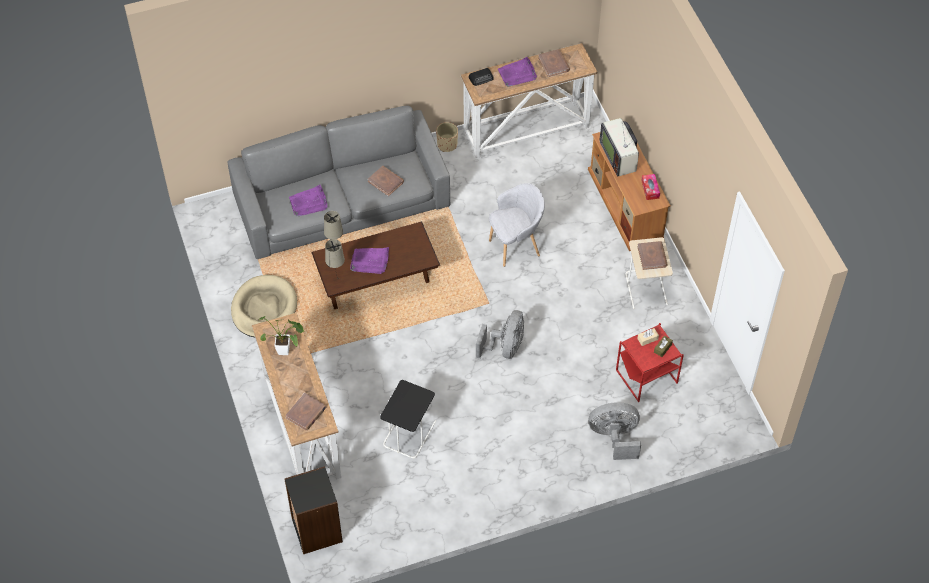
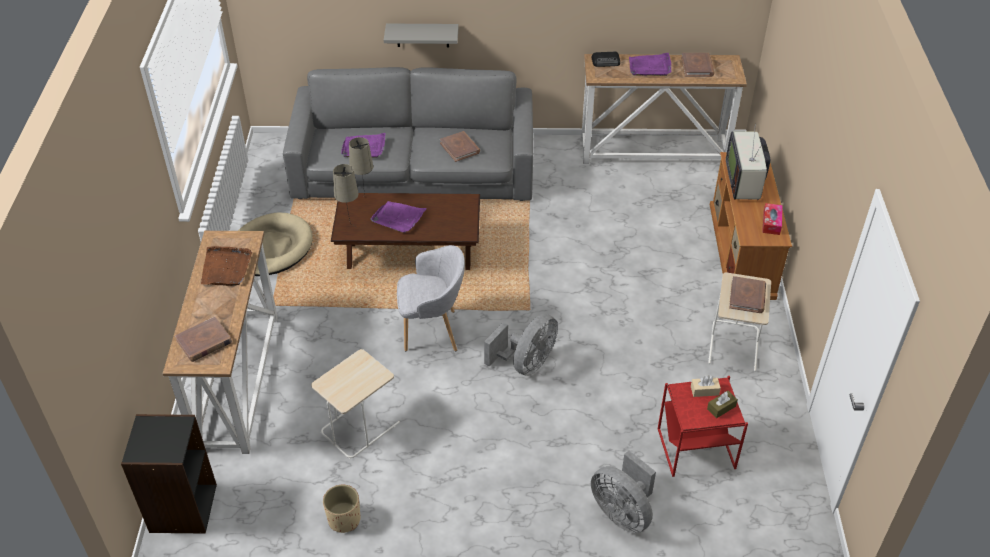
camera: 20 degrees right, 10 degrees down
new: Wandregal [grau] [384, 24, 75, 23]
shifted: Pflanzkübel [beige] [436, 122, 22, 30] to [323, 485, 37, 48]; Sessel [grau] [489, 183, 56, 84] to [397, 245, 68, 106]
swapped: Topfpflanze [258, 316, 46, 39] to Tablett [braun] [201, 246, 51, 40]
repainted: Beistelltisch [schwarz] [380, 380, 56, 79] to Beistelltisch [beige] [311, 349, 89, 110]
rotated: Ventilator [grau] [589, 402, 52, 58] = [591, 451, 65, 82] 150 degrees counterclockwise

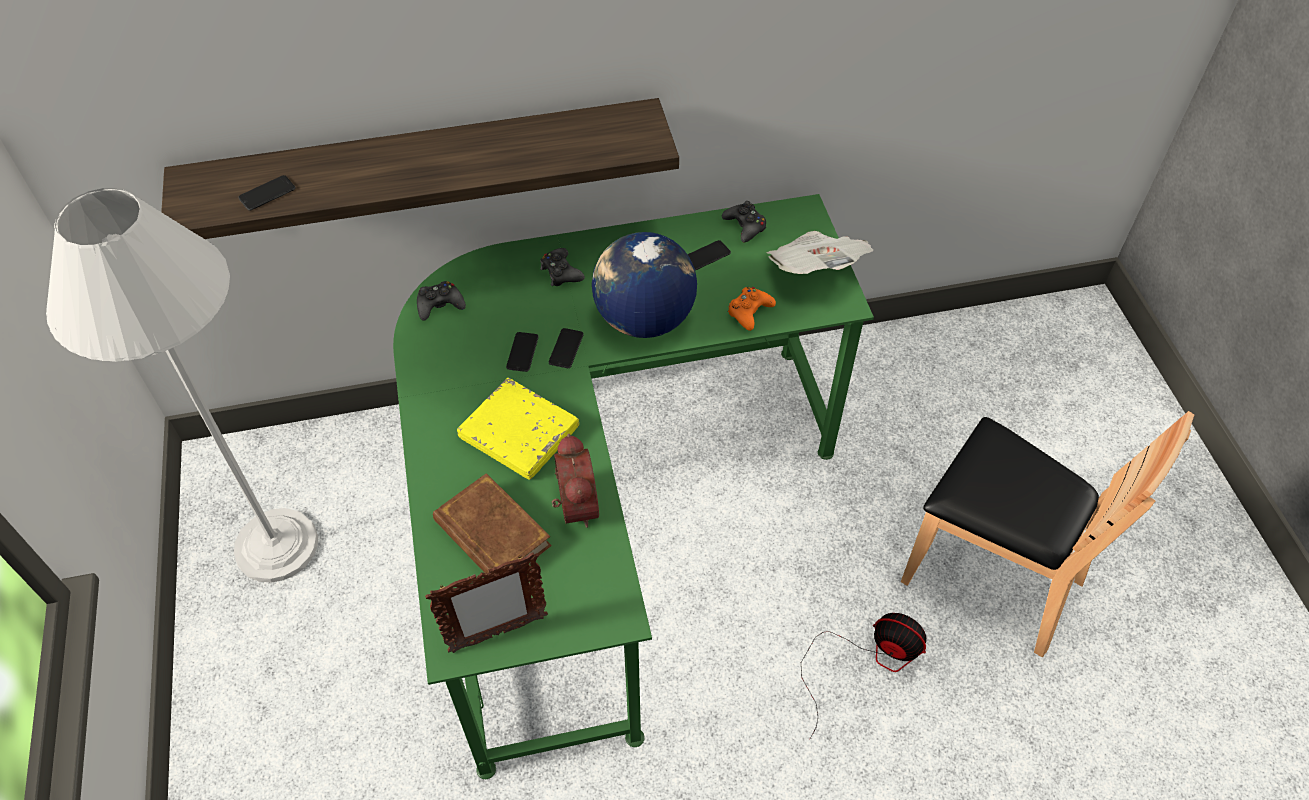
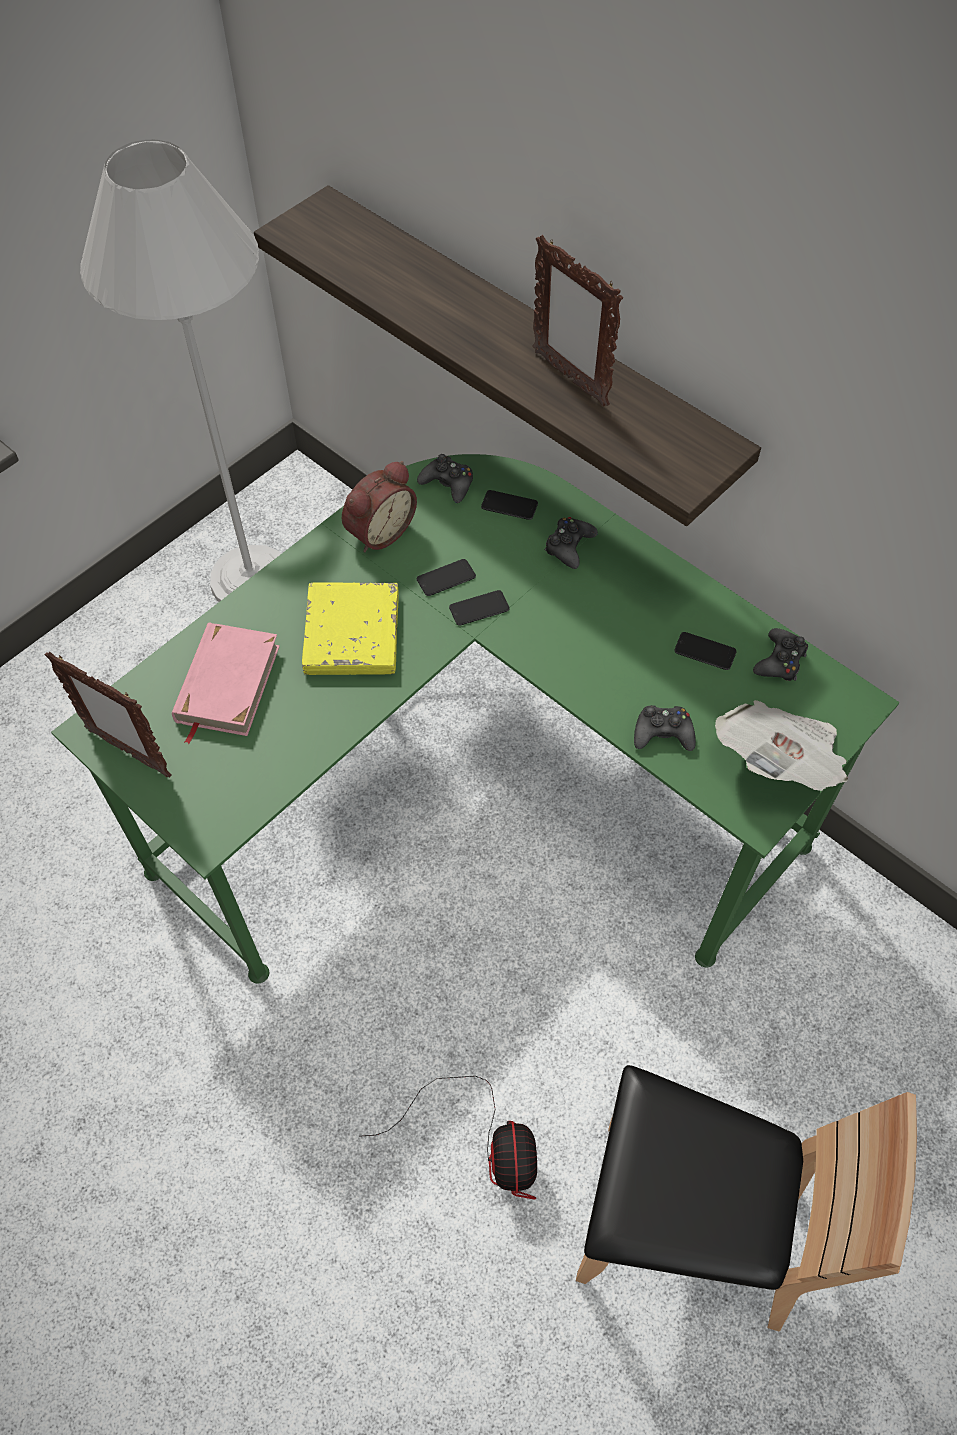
camera: 55 degrees right, 5 degrees up
gone: Globus [592, 232, 105, 106]
new: Bilderrahmen [533, 235, 90, 171]
shifted: Handy [238, 175, 57, 35] to [481, 490, 57, 30]; Wecker [552, 434, 47, 94] to [342, 461, 75, 91]
repainted: Gamepad [orange] [728, 287, 48, 44] to Gamepad [schwarz] [634, 705, 62, 46]; Buch [braun] [433, 473, 119, 101] to Buch [rosa] [172, 623, 108, 121]
rotated: Stuhl [braun] [901, 411, 293, 246] = [576, 1065, 341, 267] 75 degrees counterclockwise

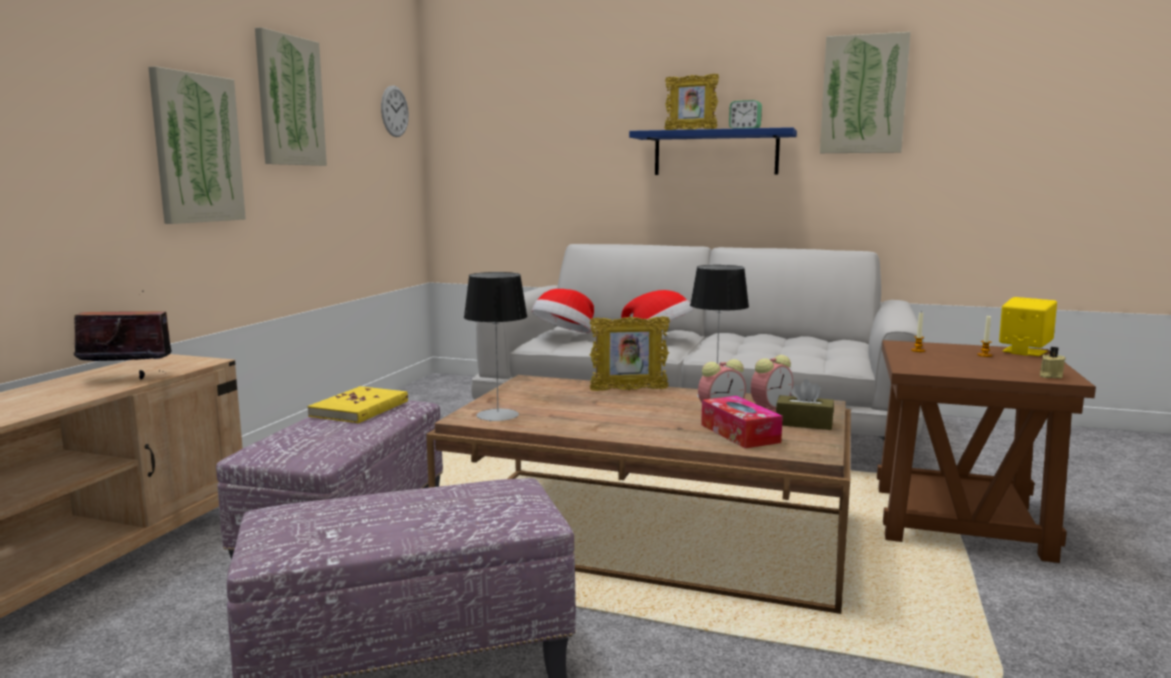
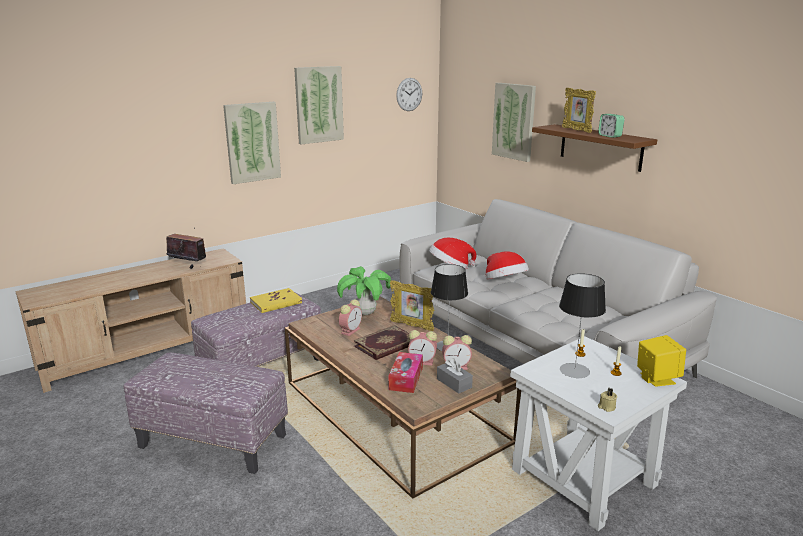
camera: 35 degrees right, 10 degrees up
new: Topfpflanze [337, 266, 54, 49]; Wecker [339, 299, 23, 37]; Buch [354, 325, 57, 35]
shifted: Bild [820, 32, 91, 121] to [492, 83, 44, 79]; Tischlampe [464, 272, 64, 149] to [559, 273, 47, 105]
repainted: Wandregal [blau] [629, 127, 168, 48] to Wandregal [braun] [532, 124, 125, 48]; Beistelltisch [braun] [877, 340, 219, 223] to Beistelltisch [weiß] [510, 336, 177, 195]; Taschentuchbox [braun] [776, 379, 58, 51] to Taschentuchbox [grau] [437, 358, 36, 35]

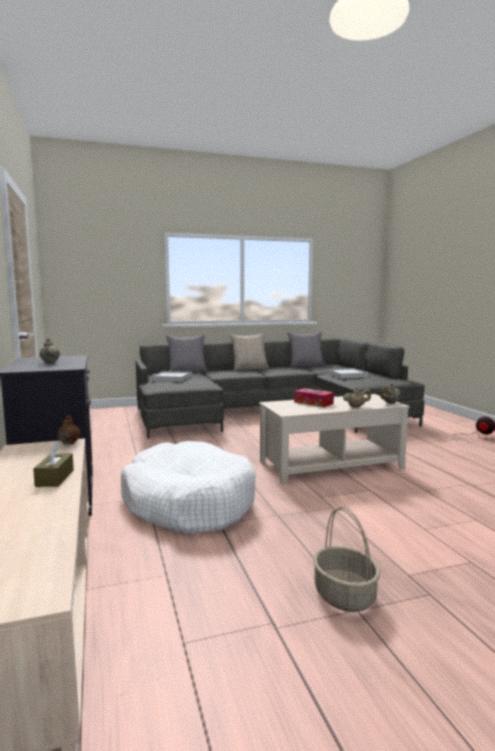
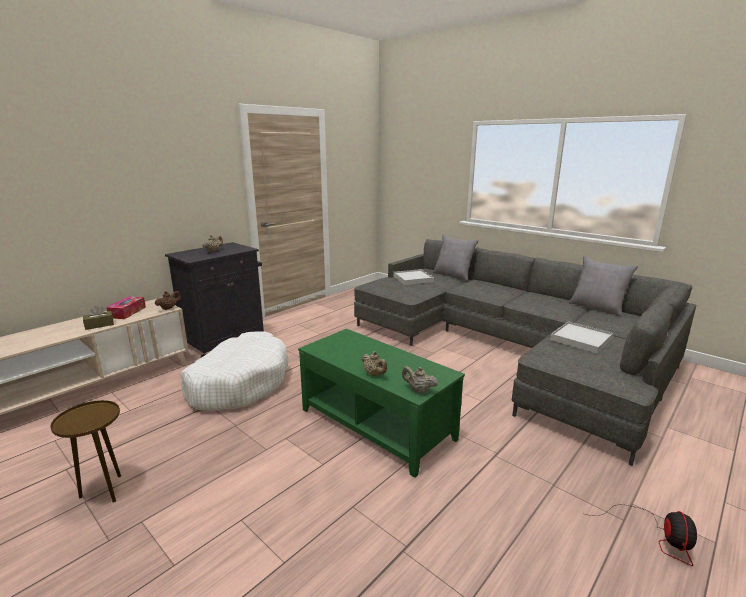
camera: 60 degrees right, 10 degrees up
gone: Kissen [beige] [230, 333, 39, 38]
shifted: Taschentuchbox [294, 388, 40, 19] to [106, 296, 40, 23]
swapped: Korb [313, 507, 67, 105] to Beistelltisch [braun] [51, 400, 70, 103]
repainted: Couchtisch [beige] [259, 394, 150, 90] to Couchtisch [grün] [298, 329, 167, 149]

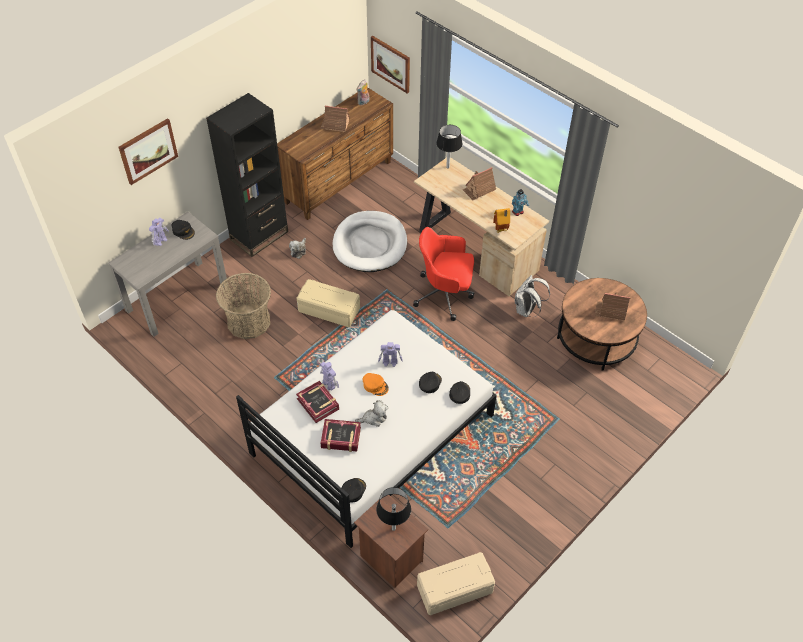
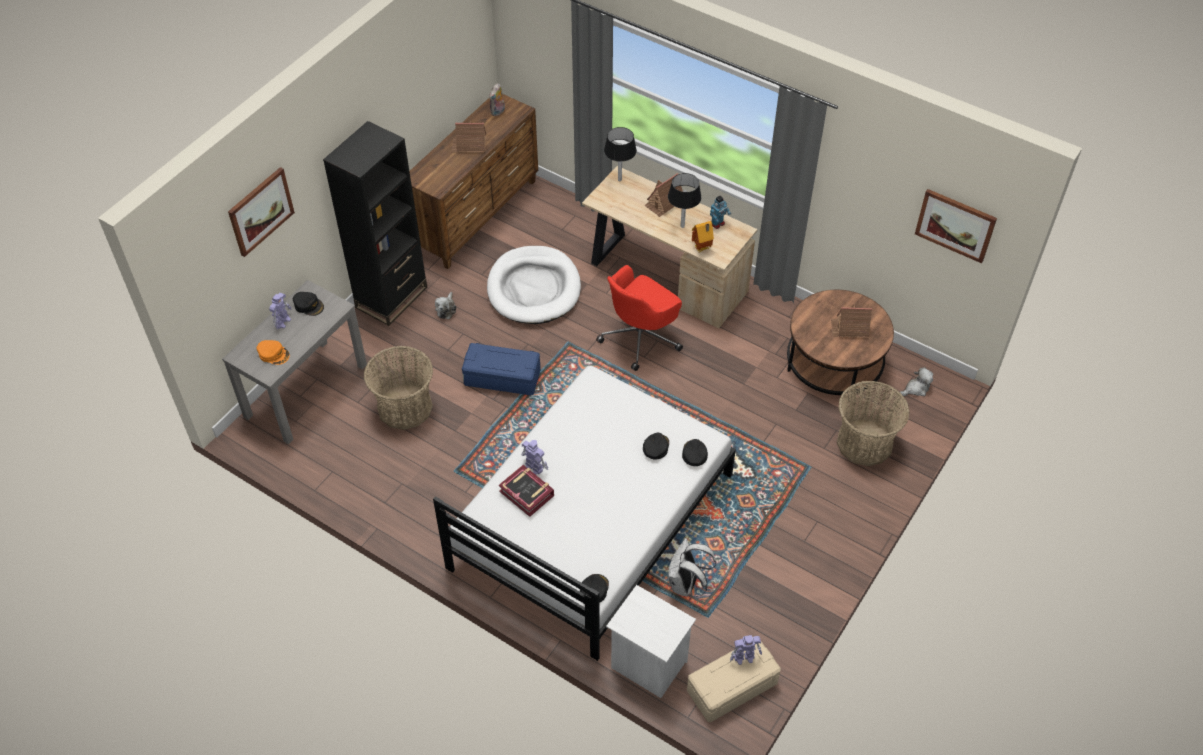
camera: 10 degrees left, 0 degrees up
gone: Buch [321, 419, 40, 33]
new: Korb [837, 381, 73, 85]
shifted: Bild [371, 36, 39, 58] to [915, 189, 82, 74]; Rucksack [weiß] [515, 275, 35, 42] to [668, 538, 48, 59]; Spielzeugroboter [378, 342, 25, 25] to [730, 635, 32, 30]; Kappe [orange] [363, 373, 26, 23] to [257, 340, 33, 25]; Plüschtier [355, 400, 33, 27] to [900, 367, 33, 29]; Tischlampe [schwarz] [376, 487, 35, 44] to [668, 173, 33, 55]
repainted: Aufbewahrungsbox [beige] [297, 279, 63, 48] to Aufbewahrungsbox [blau] [462, 343, 79, 53]; Nachttisch [braun] [354, 495, 74, 93] to Nachttisch [weiß] [606, 585, 90, 113]
rotated: Bürostuhl [rot] [413, 227, 61, 94] = [596, 265, 87, 106] 45 degrees counterclockwise

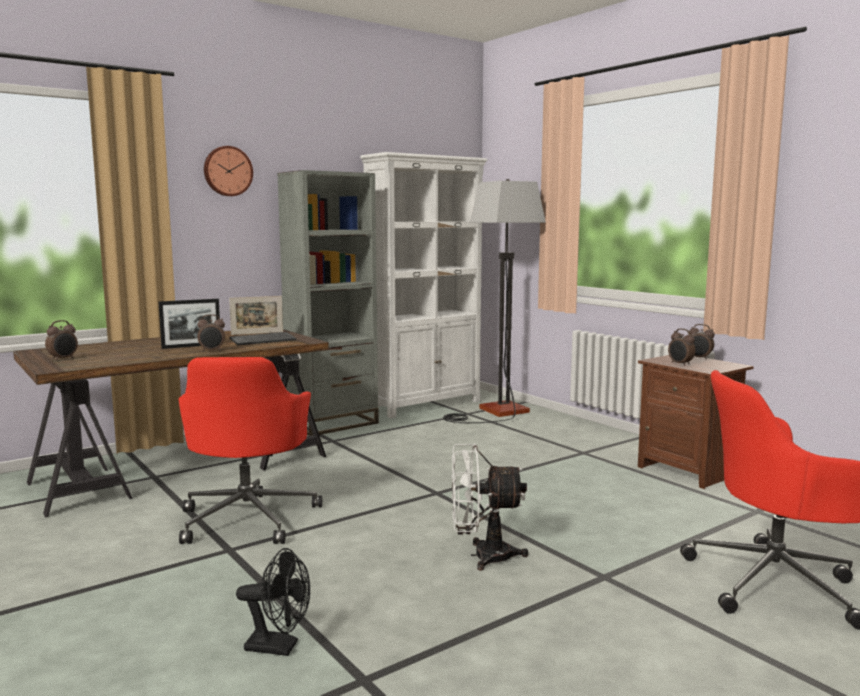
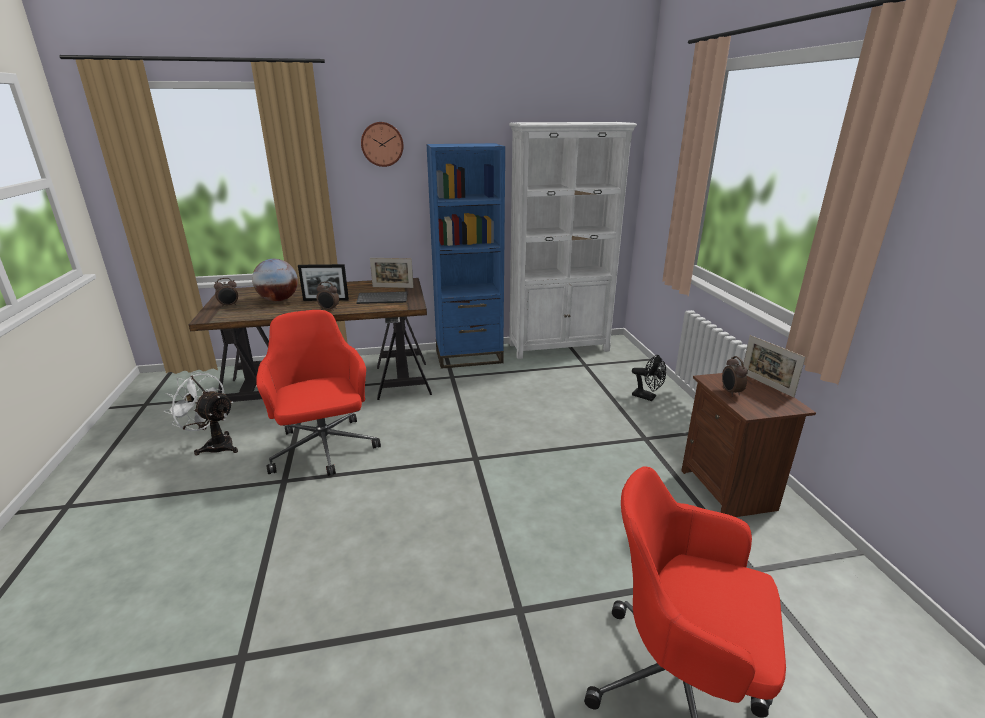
camera: 25 degrees right, 15 degrees up
gone: Stehlampe [443, 179, 103, 244]
new: Globus [252, 259, 46, 42]
shifted: Ventilator [weiß] [451, 443, 77, 128] to [164, 371, 74, 84]; Ventilator [schwarz] [236, 548, 74, 108] to [632, 355, 34, 46]
swapped: Wecker [689, 324, 26, 36] to Bilderrahmen [743, 335, 62, 63]
repainted: Bücherregal [grau] [277, 170, 102, 266] to Bücherregal [blau] [426, 143, 79, 226]
rotated: Bürostuhl [rot] [179, 357, 143, 187] = [256, 310, 125, 166] 135 degrees clockwise

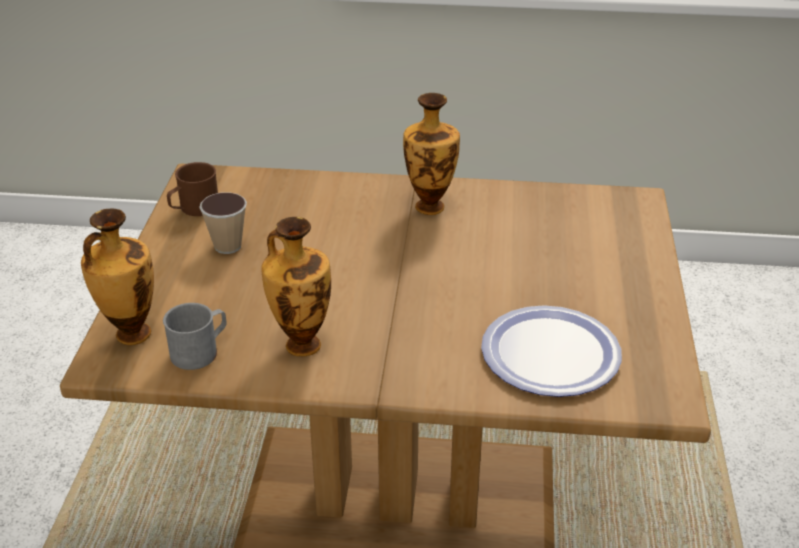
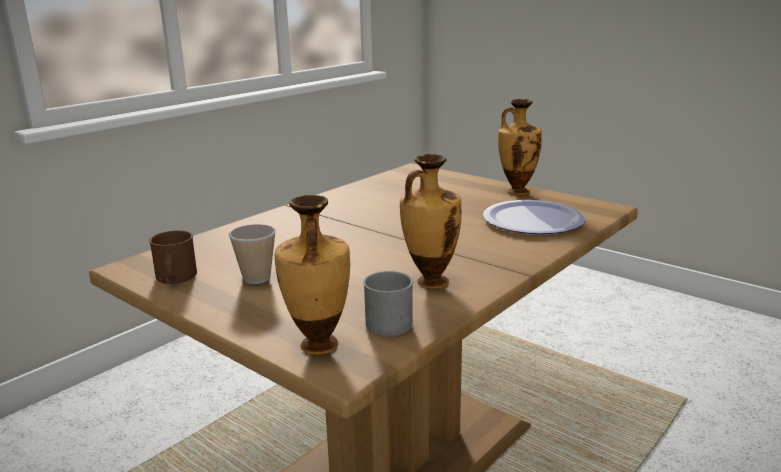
camera: 55 degrees left, 15 degrees down
shifted: Vase [403, 93, 57, 122] to [498, 99, 44, 96]

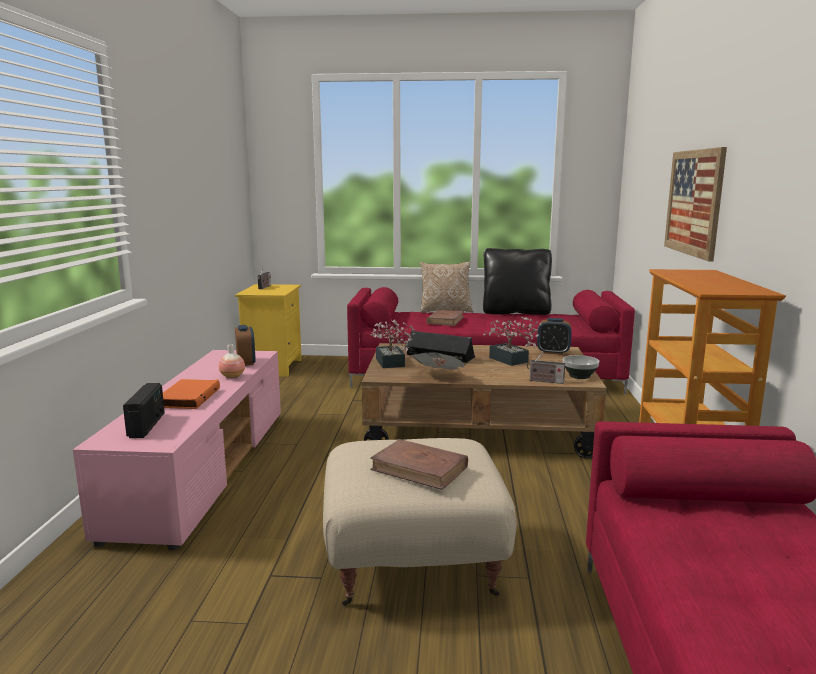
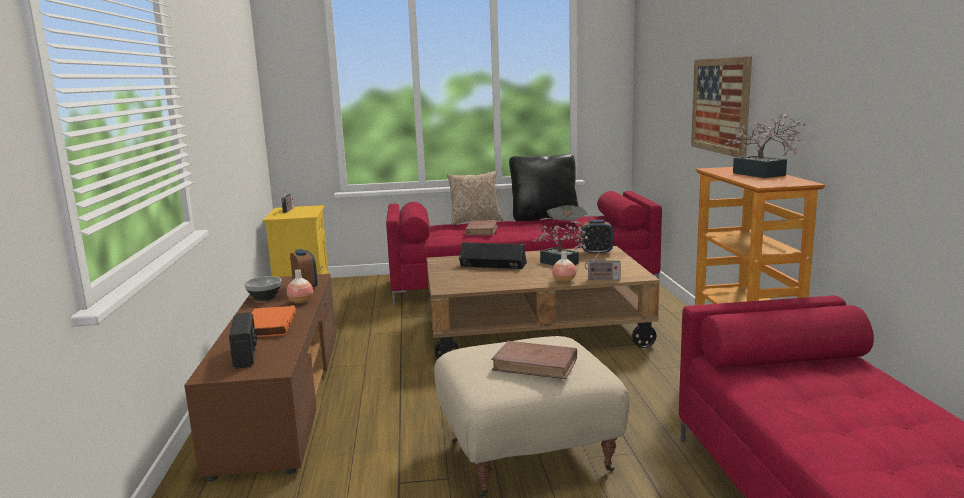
camera: 10 degrees left, 0 degrees up
new: Vase [552, 251, 24, 32]
shifted: Topfpflanze [370, 319, 45, 49] to [725, 114, 80, 64]; Zeitung [410, 353, 56, 17] to [547, 205, 40, 16]; Schüssel [563, 355, 36, 24] to [244, 276, 38, 25]
repainted: Fernsehschrank [rosa] [73, 350, 208, 200] to Fernsehschrank [braun] [184, 274, 152, 208]

